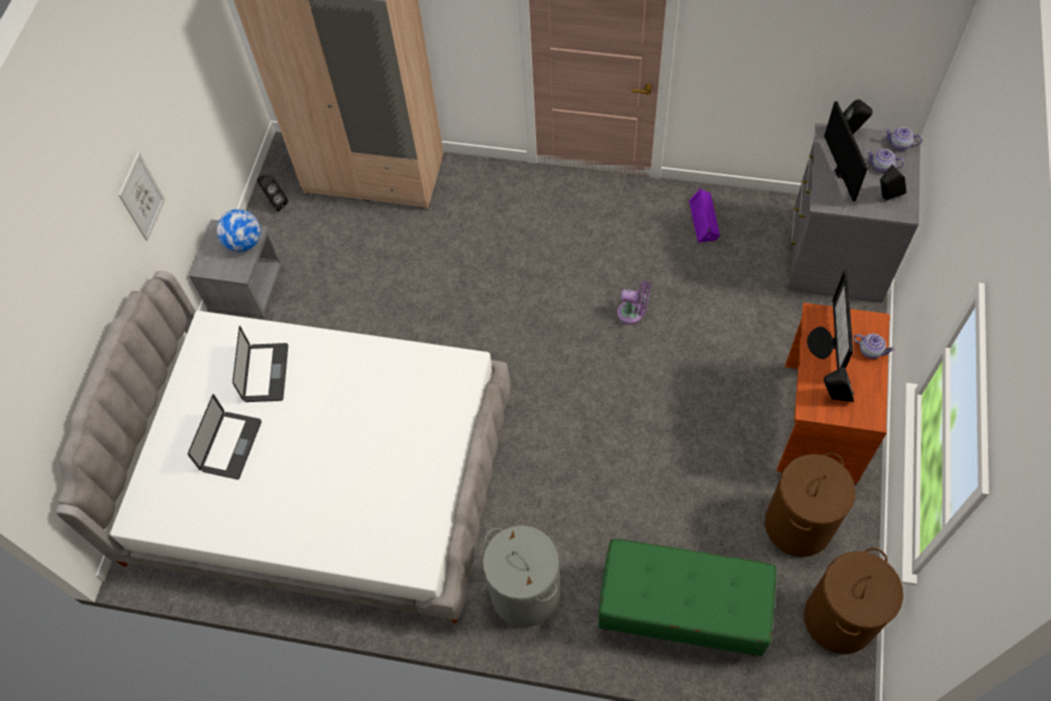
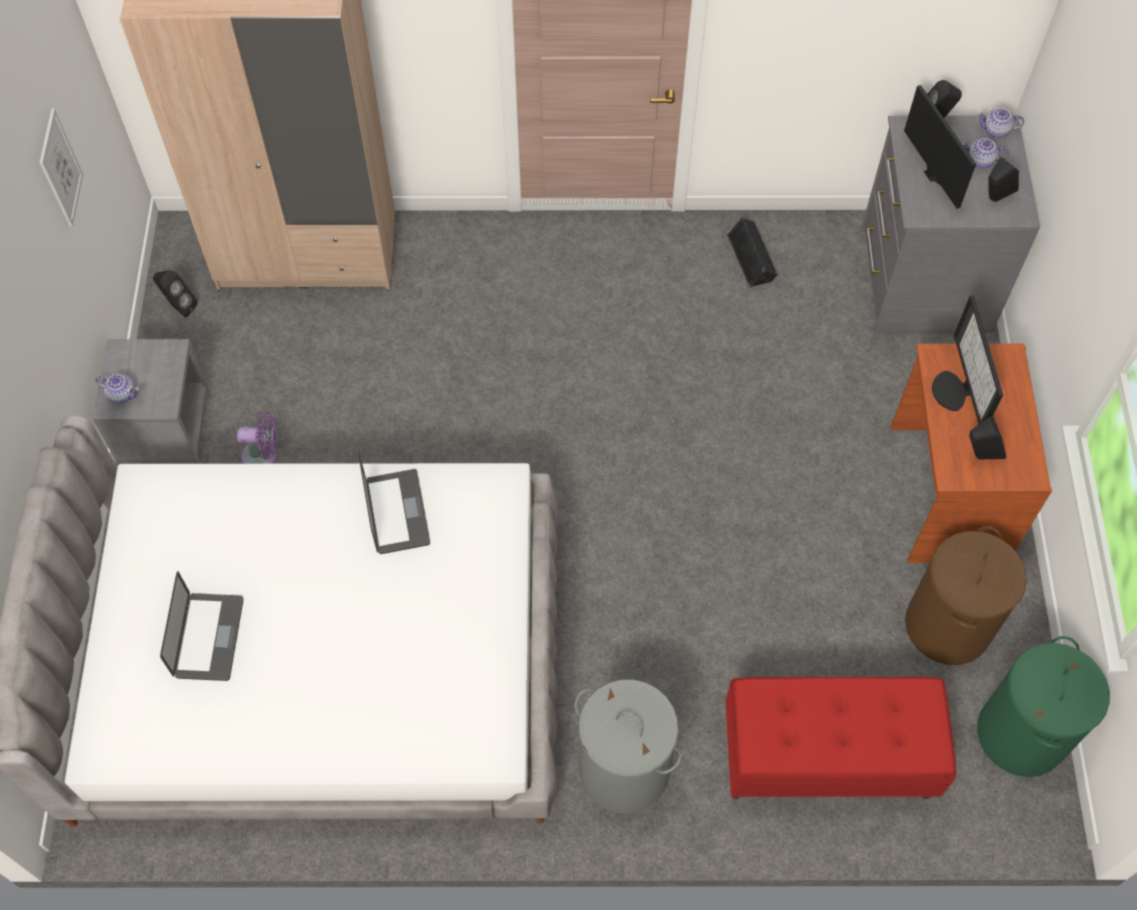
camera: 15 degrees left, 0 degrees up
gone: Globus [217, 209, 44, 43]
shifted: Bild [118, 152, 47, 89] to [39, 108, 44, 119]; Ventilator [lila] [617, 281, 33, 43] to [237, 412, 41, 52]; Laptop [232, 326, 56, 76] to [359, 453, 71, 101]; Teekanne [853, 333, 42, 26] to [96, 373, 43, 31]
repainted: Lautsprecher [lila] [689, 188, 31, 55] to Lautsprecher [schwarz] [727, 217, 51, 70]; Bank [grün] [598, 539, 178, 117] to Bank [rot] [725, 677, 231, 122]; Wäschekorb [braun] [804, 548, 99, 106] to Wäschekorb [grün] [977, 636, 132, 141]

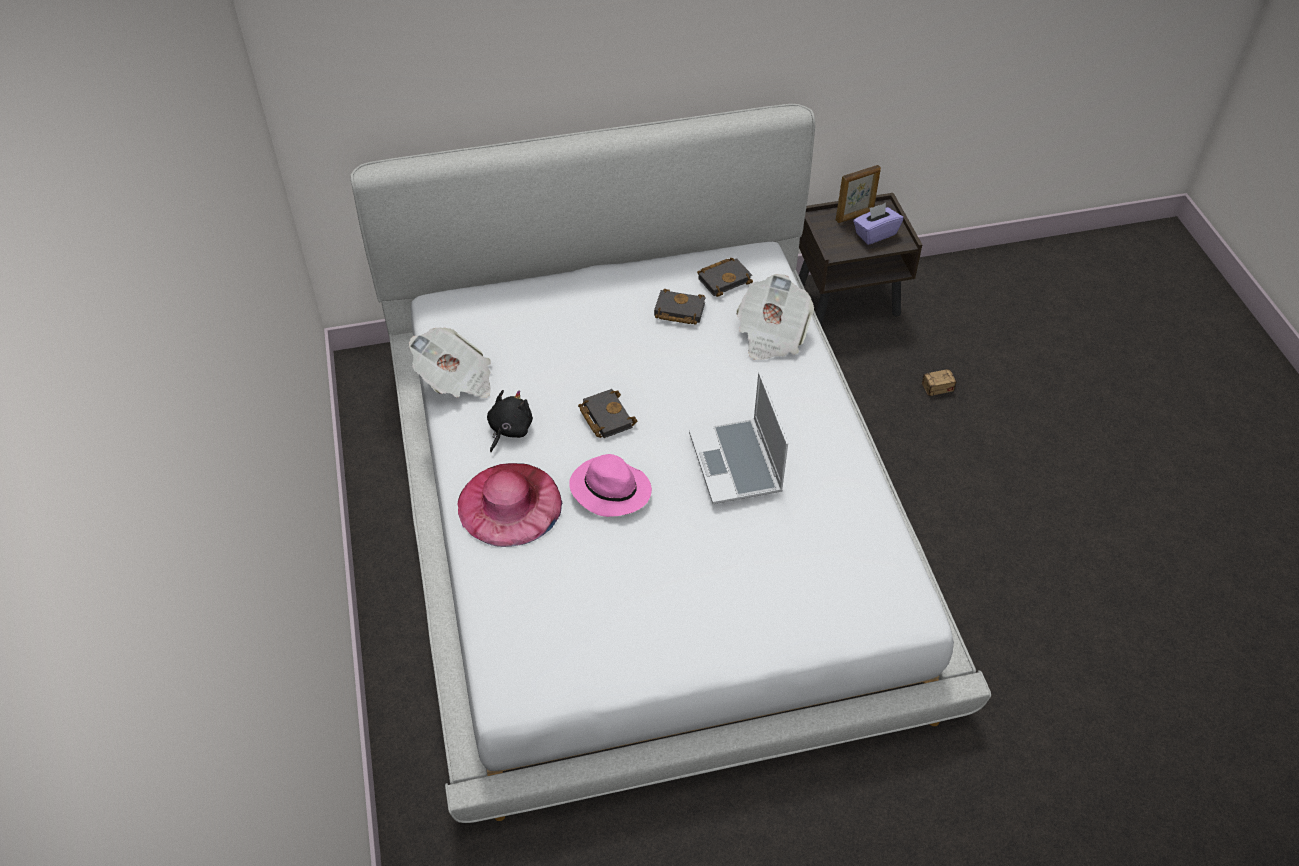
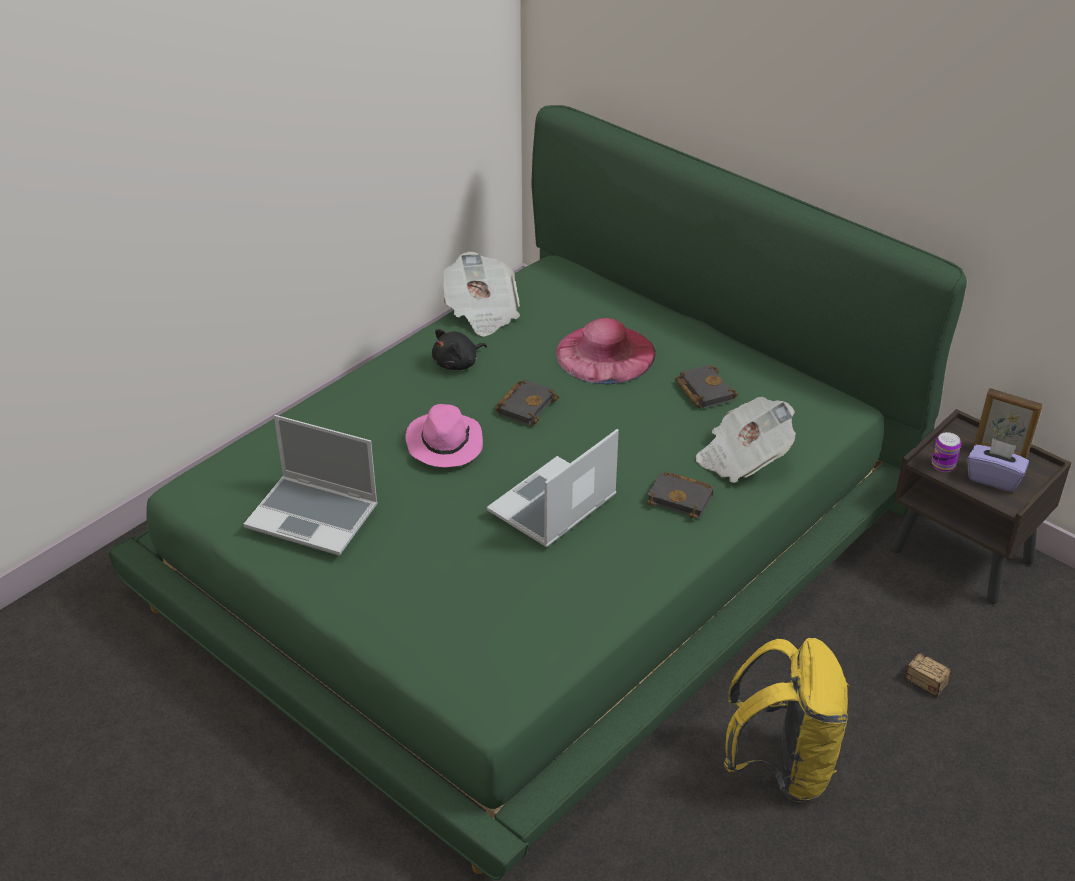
camera: 55 degrees right, 10 degrees down
new: Laptop [243, 415, 135, 141]; Dose [931, 432, 30, 40]; Rucksack [gelb] [724, 638, 125, 164]
shifted: Buch [schwarz] [697, 258, 56, 39] to [646, 472, 67, 47]; Hut [rosa] [458, 463, 104, 84] to [556, 318, 100, 66]
repainted: Bett [weiß] [350, 104, 641, 719] to Bett [grün] [108, 105, 859, 775]
rotated: Plüschtier [schwarz] [487, 390, 46, 62] = [432, 329, 55, 41] 150 degrees clockwise

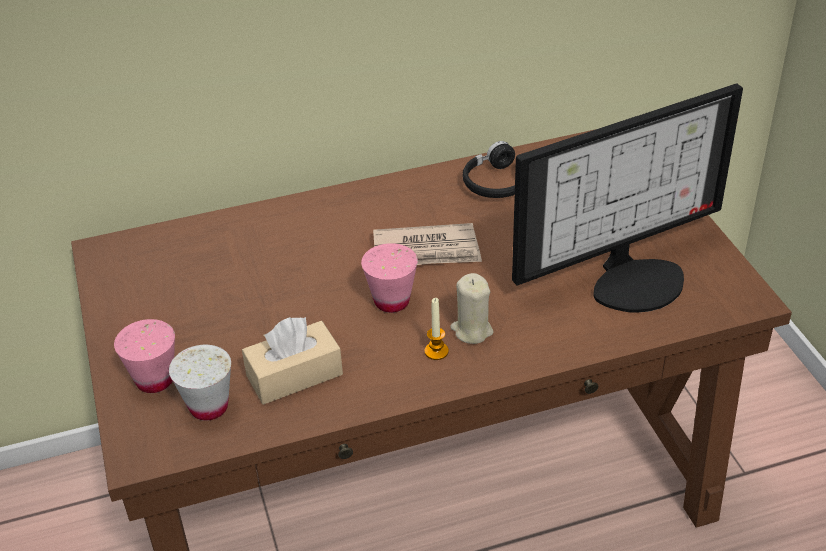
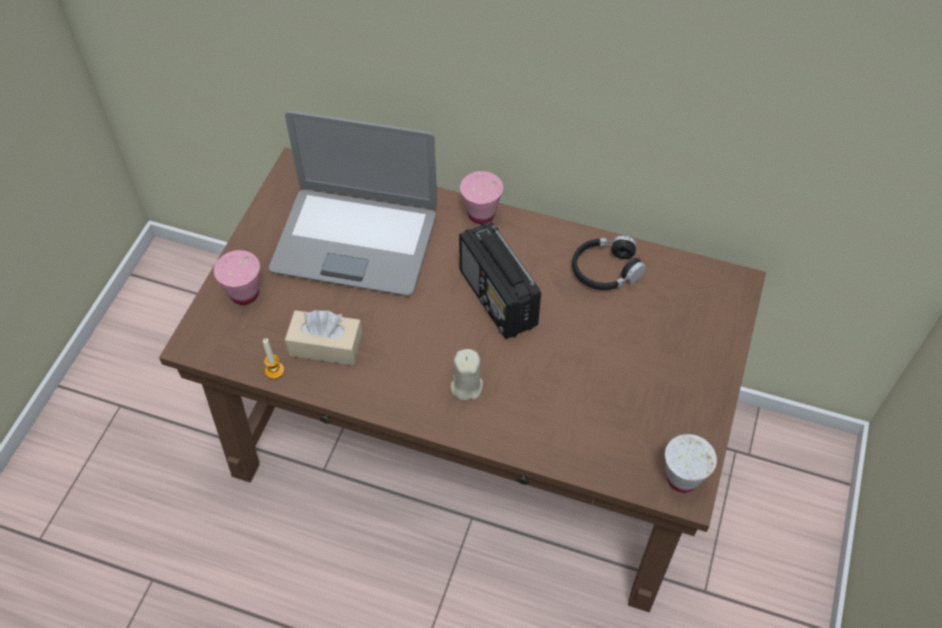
camera: 35 degrees right, 15 degrees up
gone: Monitor [512, 84, 231, 229]
new: Laptop [269, 111, 168, 185]
shifted: Tasse [rosa] [361, 243, 57, 70] to [460, 171, 43, 53]; Kerze [425, 298, 24, 62] to [263, 338, 21, 41]; Tasse [weiß] [169, 345, 62, 76] to [665, 434, 52, 59]
swapped: Zeitung [373, 223, 109, 42] to Radio [459, 222, 82, 117]

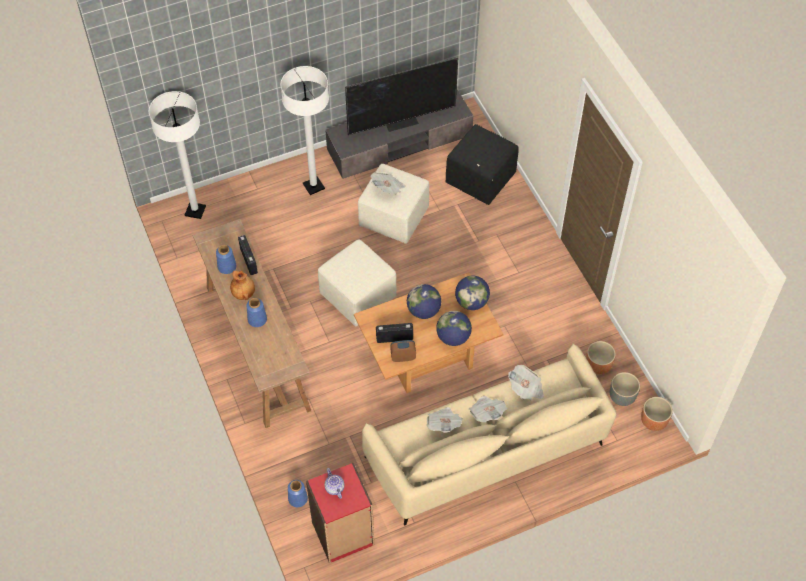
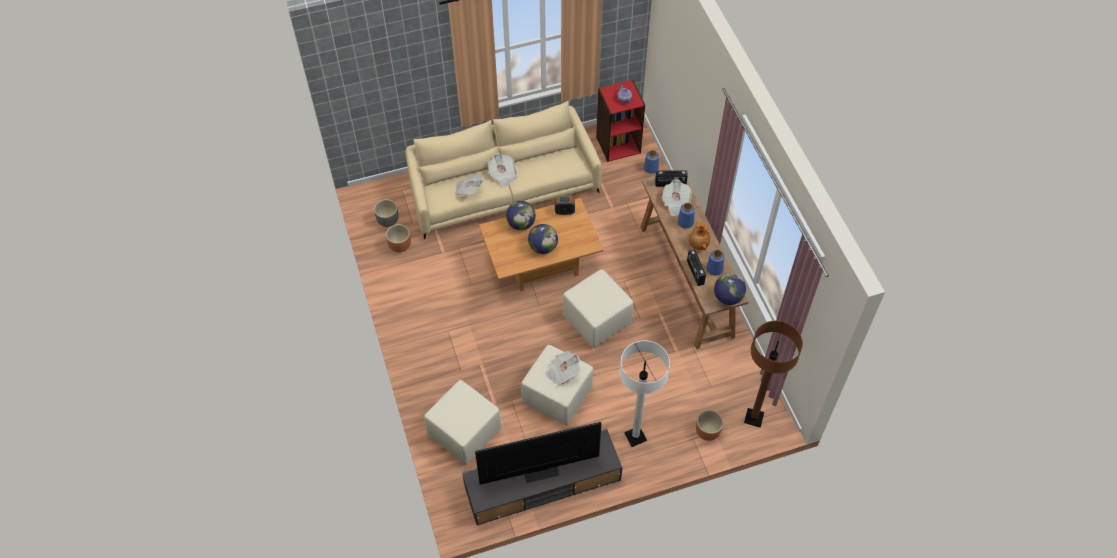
camera: 175 degrees left, 0 degrees up
shifted: Globus [455, 276, 35, 34] to [714, 273, 32, 32]; Radio [376, 323, 37, 20] to [655, 170, 33, 17]; Pflanzkübel [braun] [641, 397, 32, 34] to [696, 410, 27, 31]; Zeitung [427, 407, 36, 26] to [662, 180, 30, 36]
repainted: Stehlampe [weiß] [149, 91, 57, 128] to Stehlampe [braun] [744, 321, 59, 107]; Polsterhocker [schwarz] [446, 124, 73, 81] to Polsterhocker [beige] [424, 380, 77, 85]

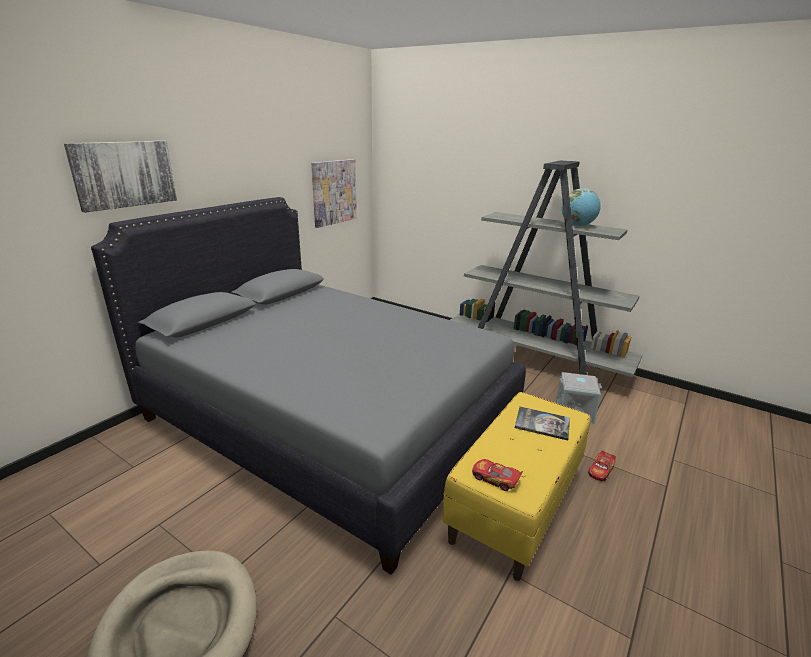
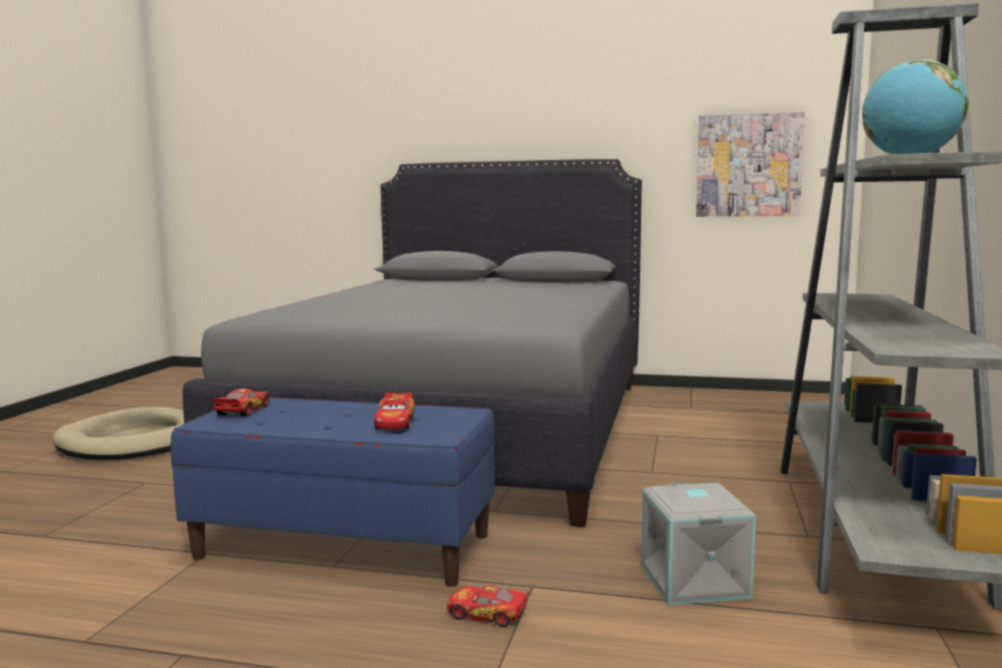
camera: 70 degrees right, 15 degrees down
gone: Bild [64, 141, 113, 72]
swapped: Buch [515, 407, 55, 34] to Spielzeugauto [374, 392, 41, 37]
repainted: Bank [gelb] [442, 392, 149, 189] to Bank [blau] [171, 397, 324, 190]

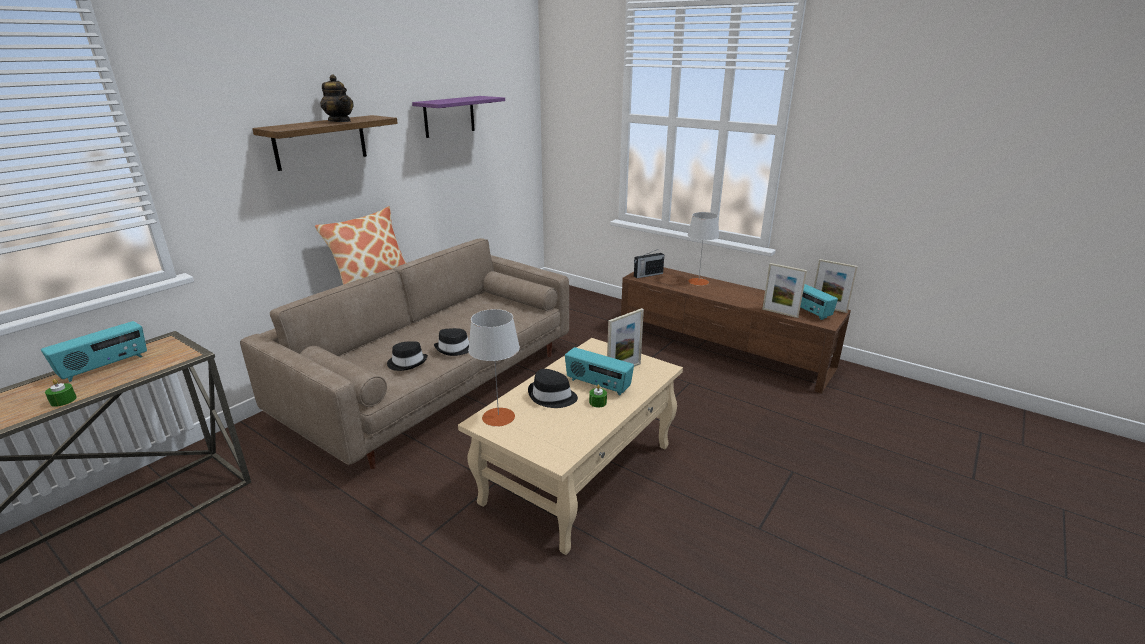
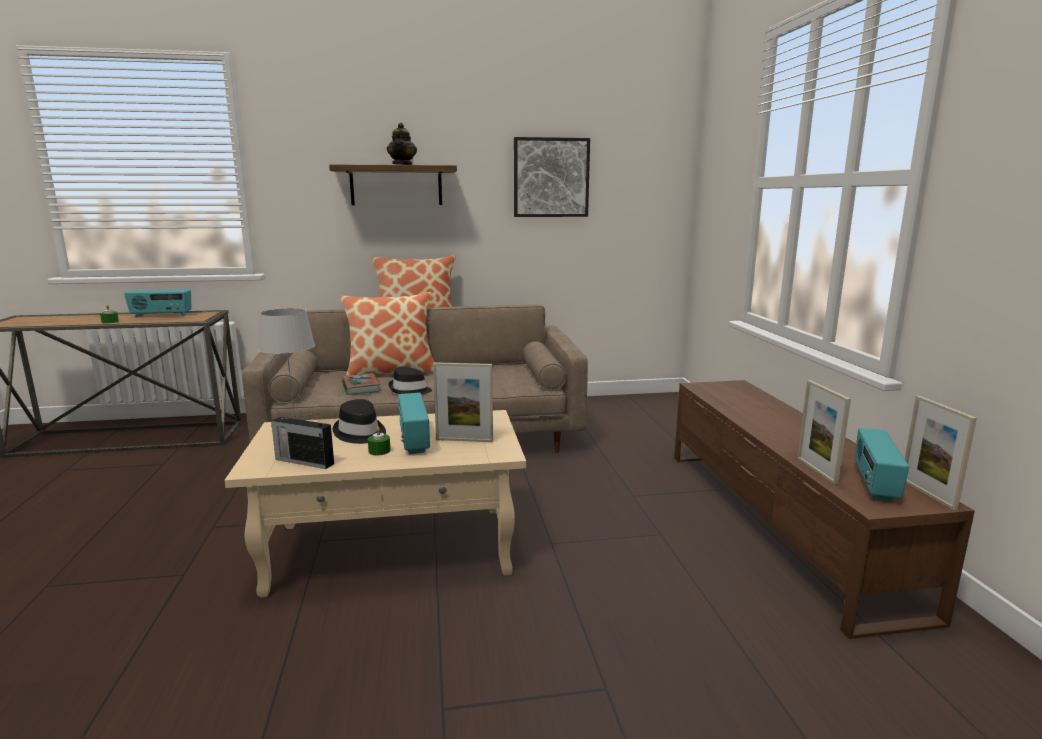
camera: 45 degrees right, 10 degrees down
gone: Tischlampe [grau] [688, 212, 31, 74]
new: Kissen [340, 292, 94, 84]
shifted: Radio [634, 249, 30, 29] to [271, 414, 63, 55]
swapped: Wandregal [lila] [412, 96, 93, 42] to Bild [514, 137, 76, 80]; Hut [schwarz] [387, 341, 41, 30] to Buch [342, 373, 38, 22]

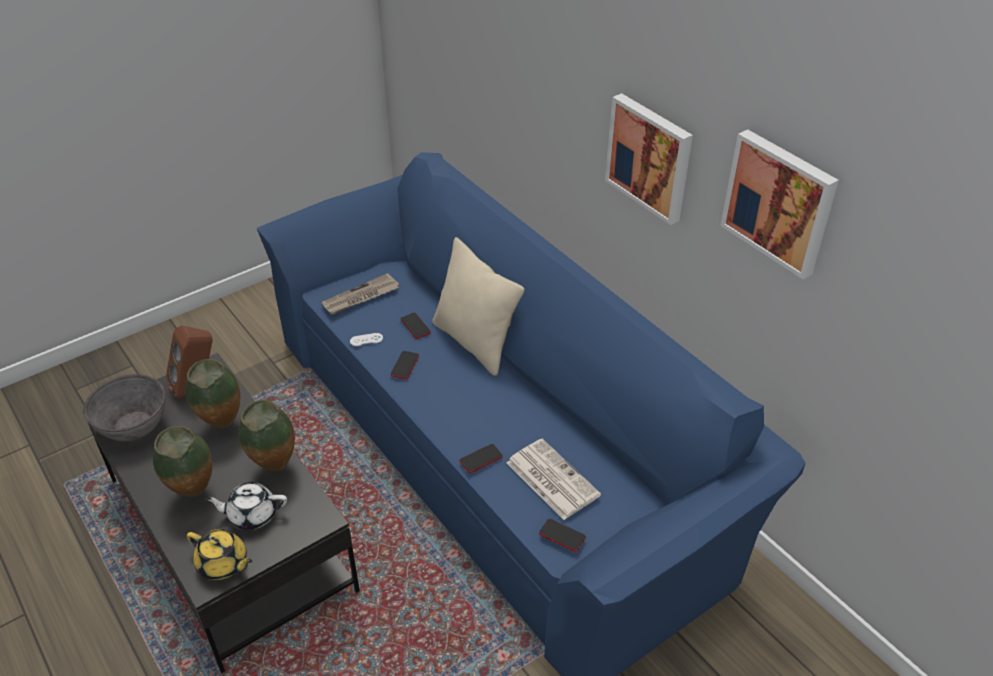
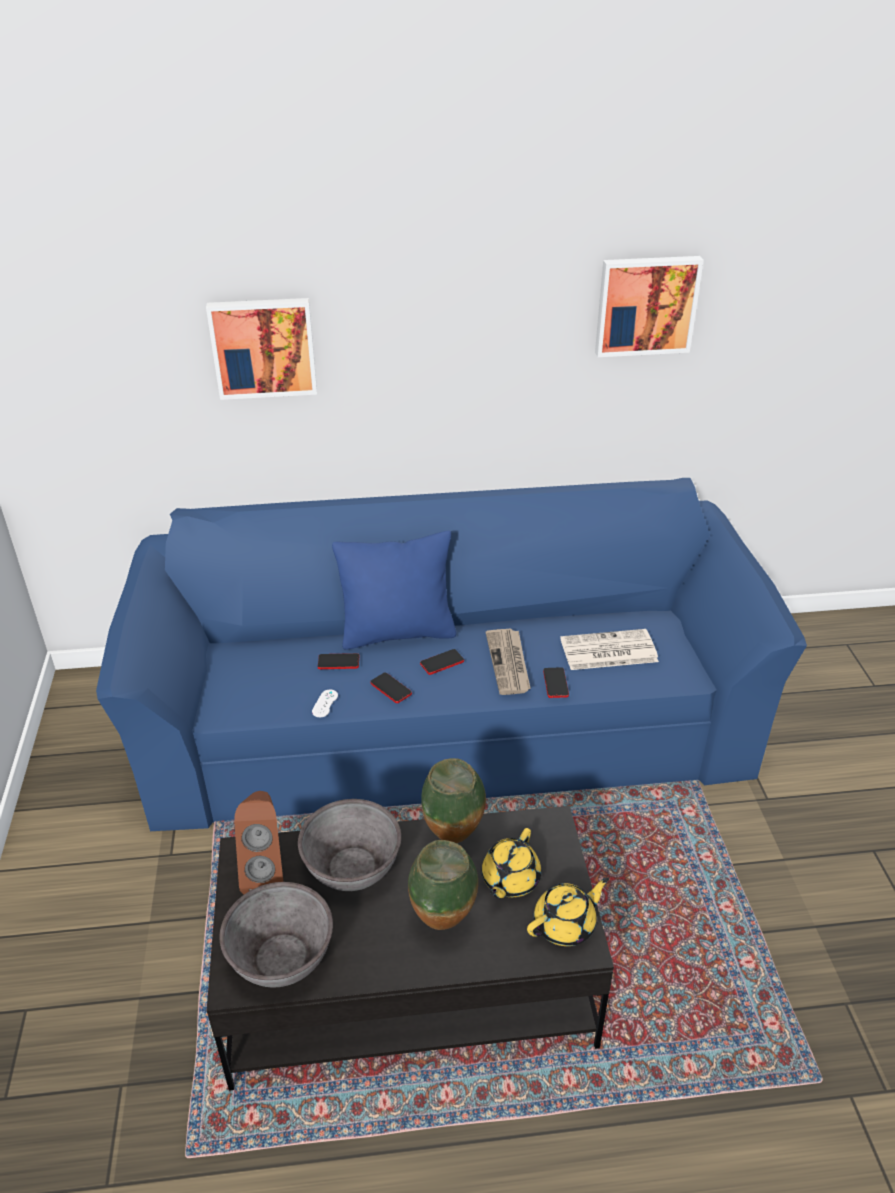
camera: 60 degrees left, 5 degrees down
shifted: Bild [605, 93, 88, 132] to [206, 298, 111, 102]; Zeitung [322, 273, 77, 42] to [486, 628, 45, 67]; Handy [539, 519, 47, 33] to [420, 649, 44, 26]
swapped: Vase [185, 359, 55, 69] to Schüssel [grau] [298, 799, 103, 92]
repainted: Kissen [beige] [432, 237, 92, 139] to Kissen [blau] [332, 530, 124, 120]; Teekanne [weiß] [205, 482, 82, 48] to Teekanne [gelb] [482, 828, 59, 70]

